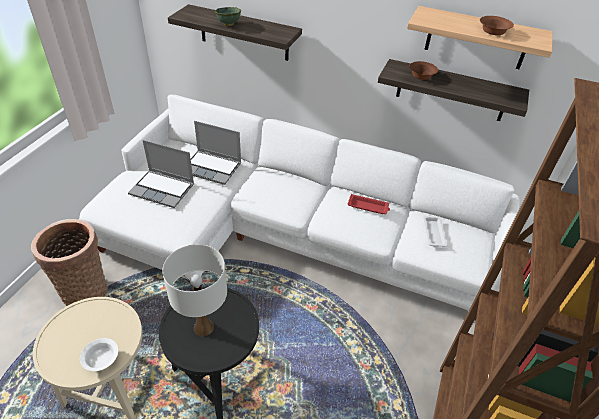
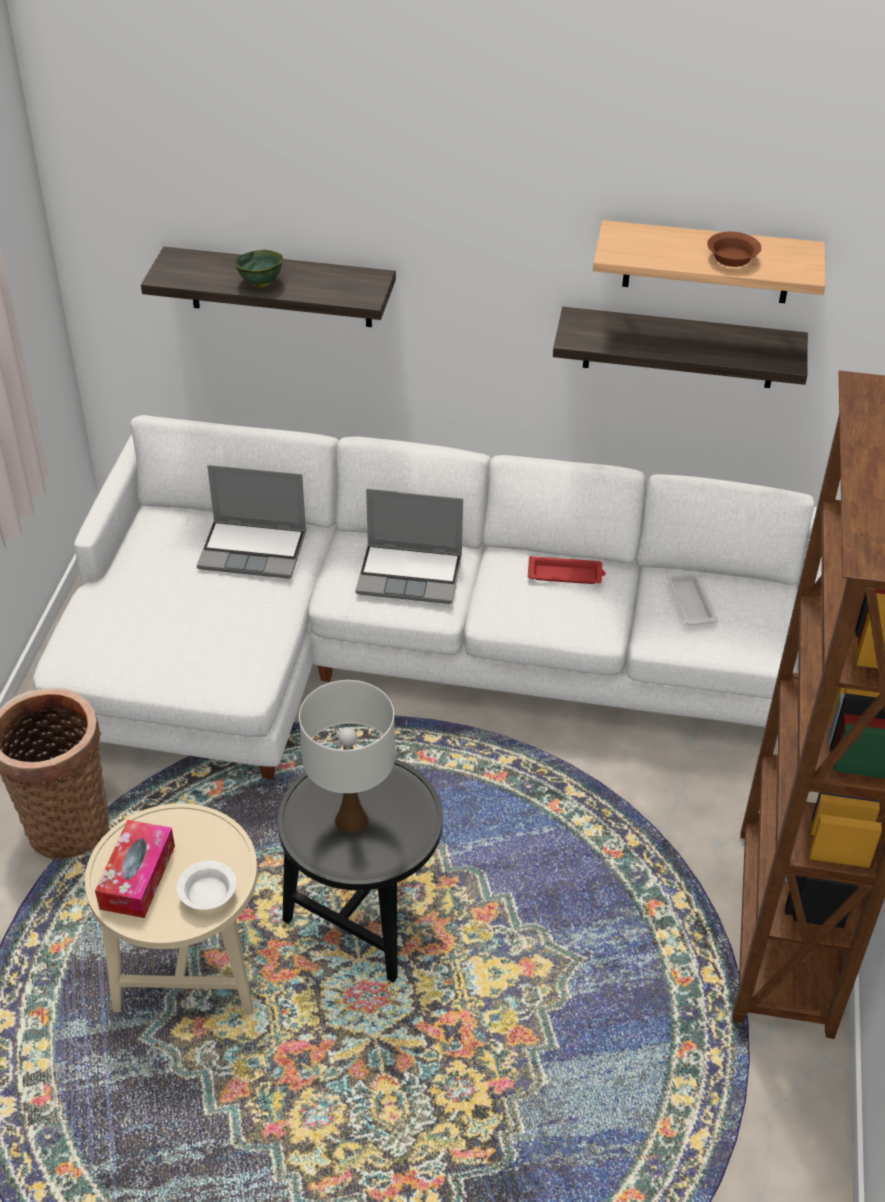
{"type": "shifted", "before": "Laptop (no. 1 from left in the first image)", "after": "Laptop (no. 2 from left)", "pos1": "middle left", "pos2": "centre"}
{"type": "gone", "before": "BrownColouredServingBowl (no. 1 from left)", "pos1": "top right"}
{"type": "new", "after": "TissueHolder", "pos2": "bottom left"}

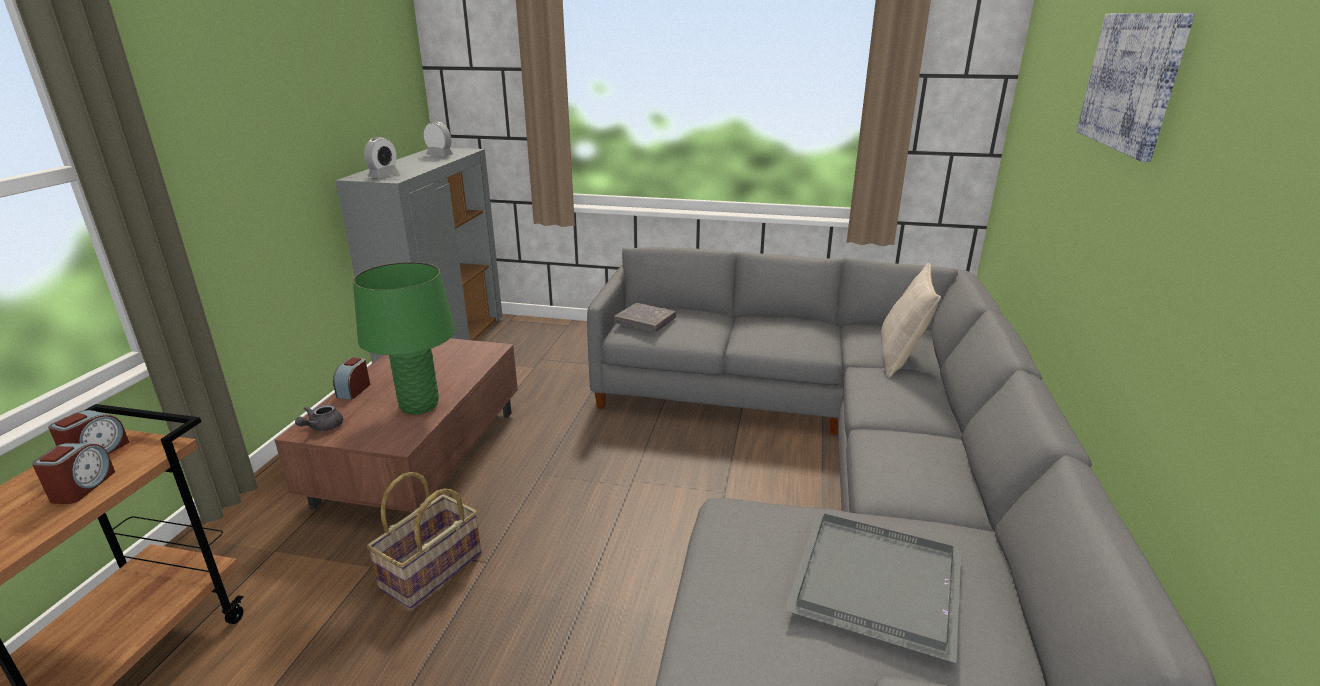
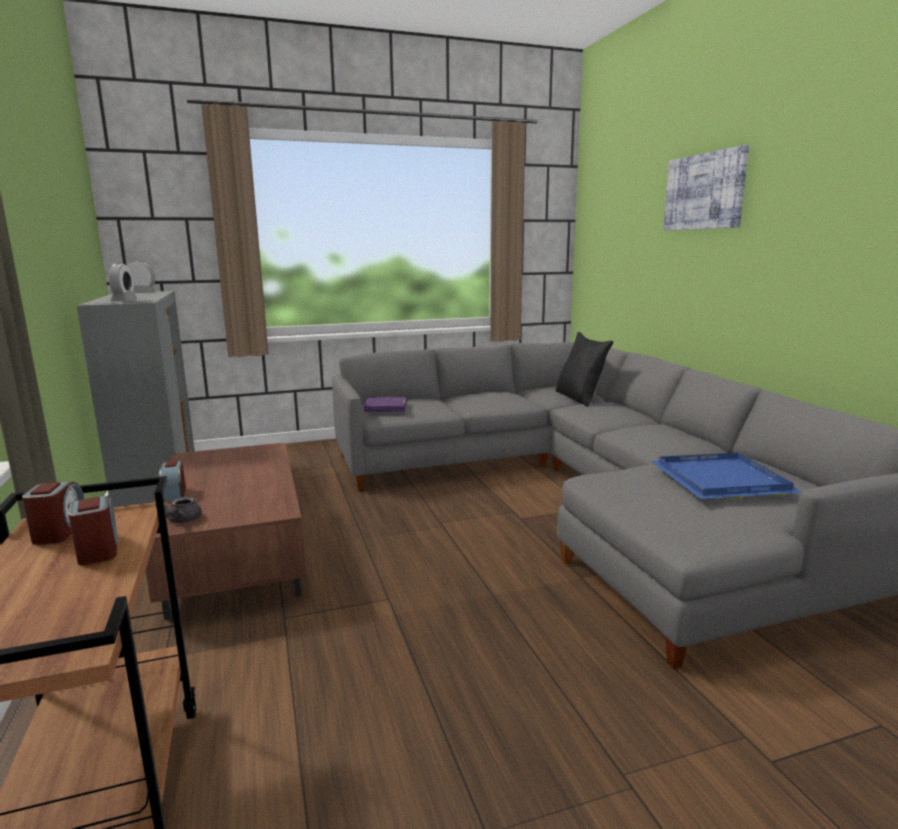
{"type": "gone", "before": "GreenishTabletopLamp", "pos1": "middle left"}
{"type": "gone", "before": "Basket", "pos1": "bottom left"}
{"type": "repainted", "before": "GreyishBook", "after": "PurpleColouredBook", "pos1": "centre", "pos2": "centre"}
{"type": "repainted", "before": "GreyishServingTray", "after": "BluishServingTray", "pos1": "bottom centre", "pos2": "middle right"}
{"type": "repainted", "before": "BeigeColouredThrowPillow", "after": "BlackishThrowPillow", "pos1": "middle right", "pos2": "centre"}

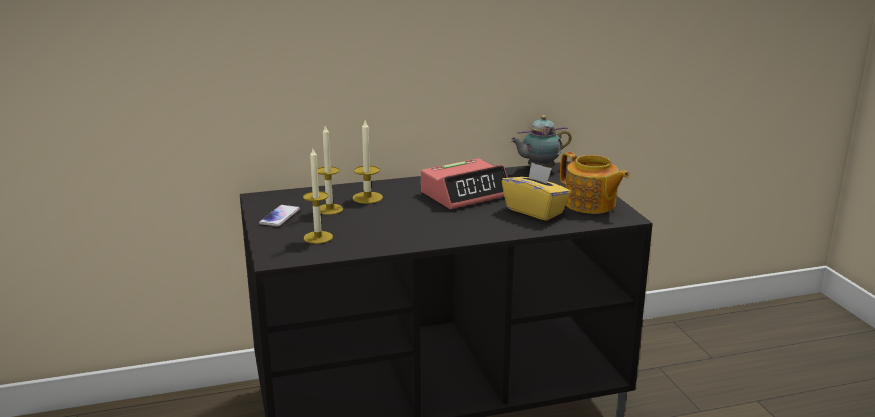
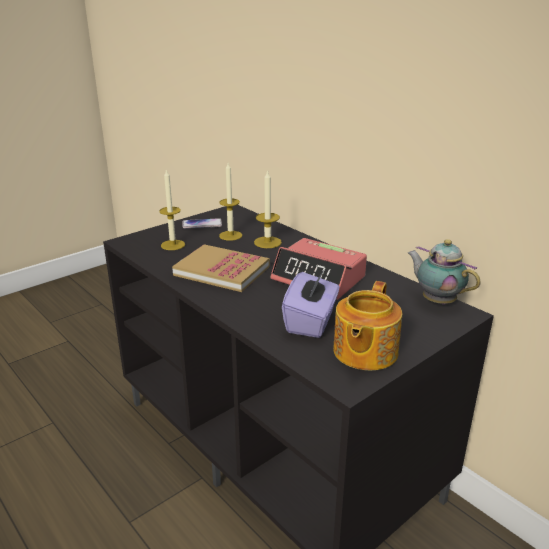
{"type": "repainted", "before": "YellowColouredTissueHolder", "after": "PurpleColouredTissueHolder", "pos1": "centre", "pos2": "centre"}
{"type": "new", "after": "Book", "pos2": "centre"}

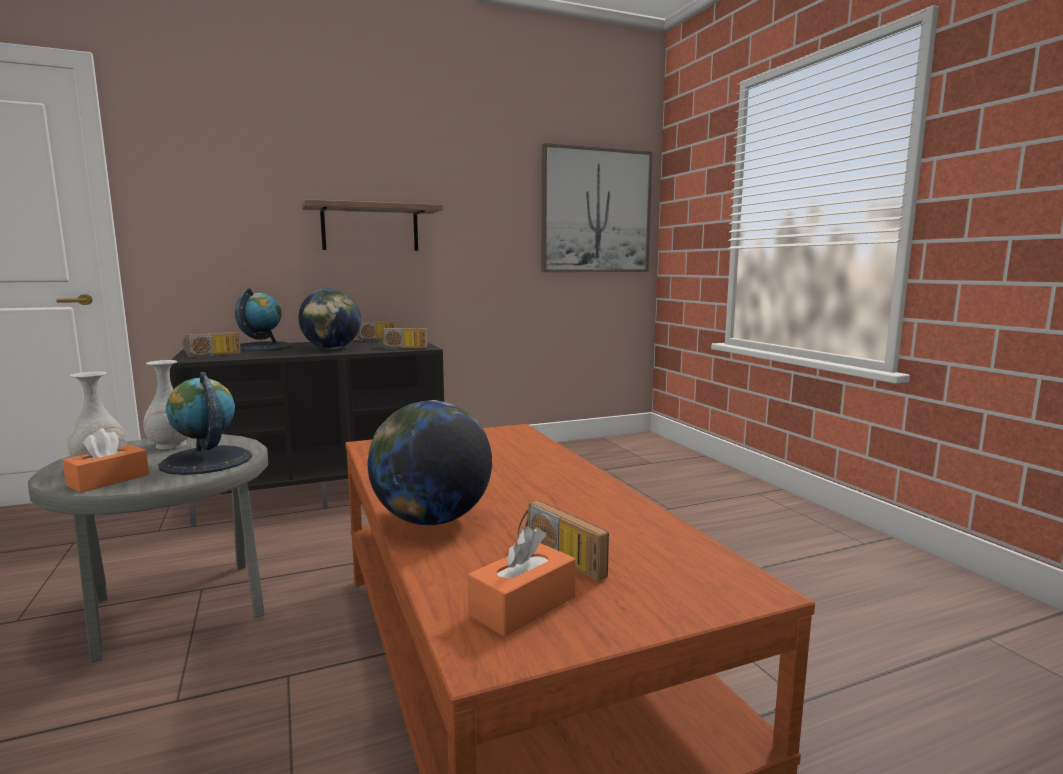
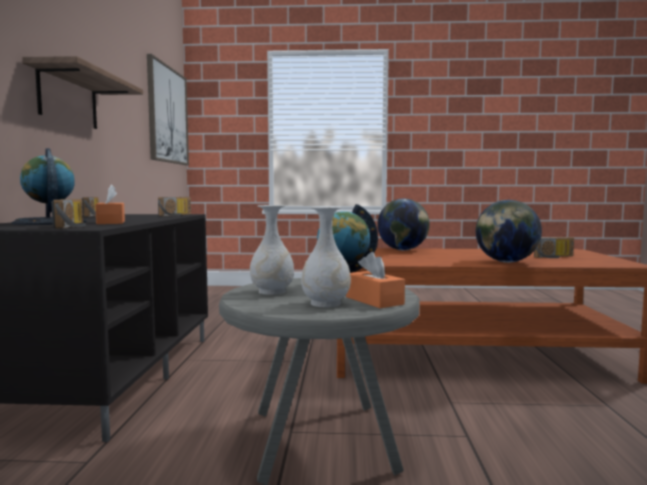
{"type": "shifted", "before": "Globe (no. 3 from left)", "pos1": "middle left", "pos2": "centre"}
{"type": "shifted", "before": "OrangeyTissueHolder (no. 2 from left in the first image)", "after": "OrangeyTissueHolder (no. 1 from left)", "pos1": "bottom centre", "pos2": "middle left"}

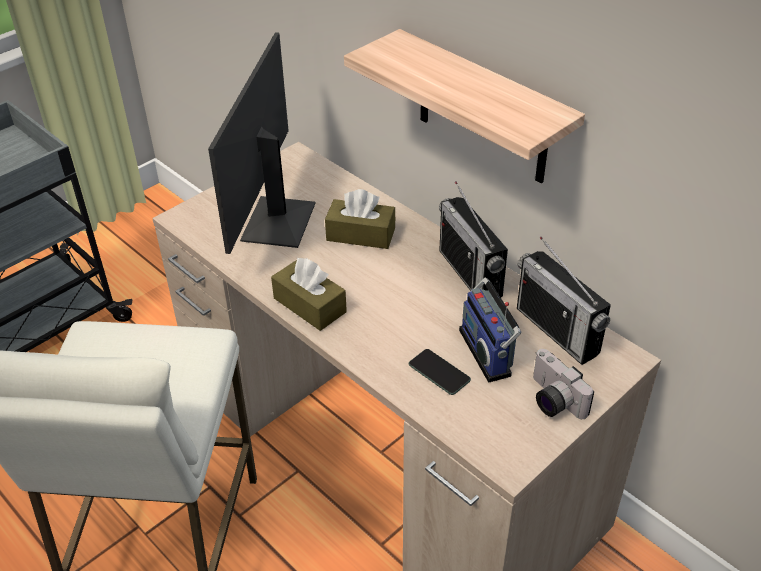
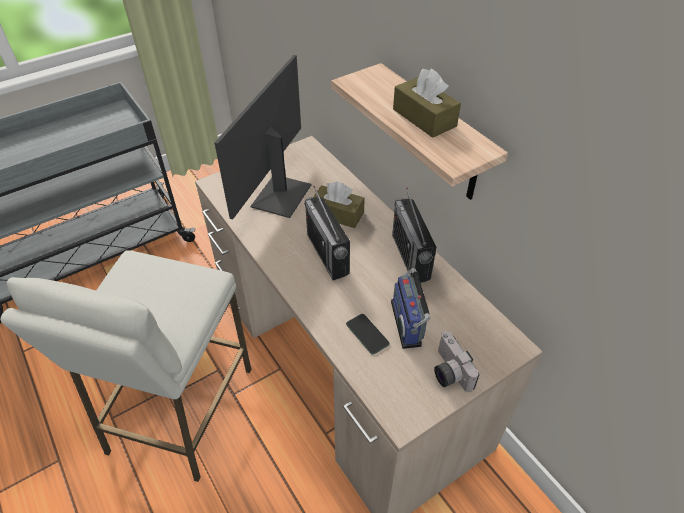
{"type": "shifted", "before": "BrownColouredTissueHolder (no. 1 from left in the first image)", "after": "BrownColouredTissueHolder (no. 2 from left)", "pos1": "centre", "pos2": "top centre"}
{"type": "shifted", "before": "RadioReceiver (no. 3 from left in the first image)", "after": "RadioReceiver (no. 1 from left)", "pos1": "middle right", "pos2": "centre"}

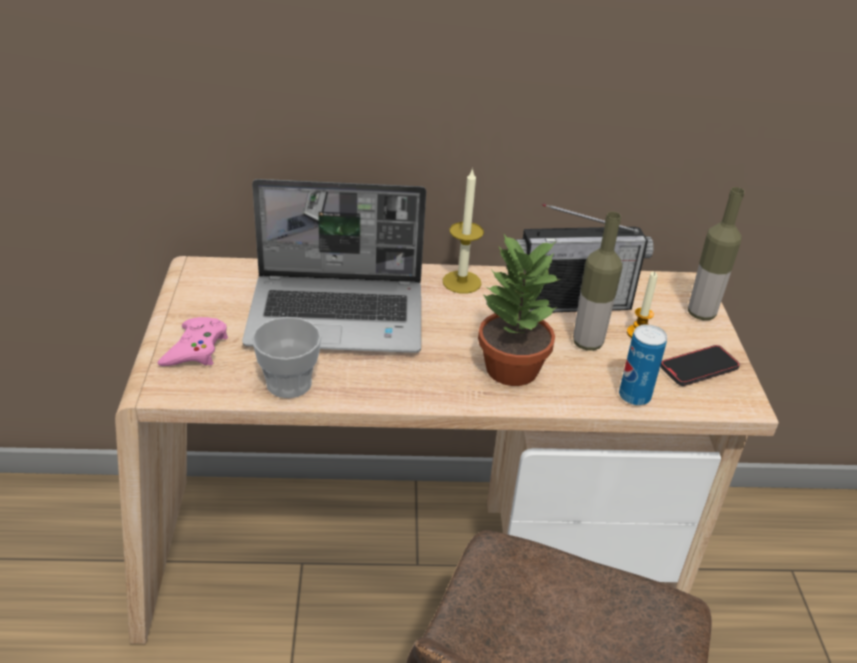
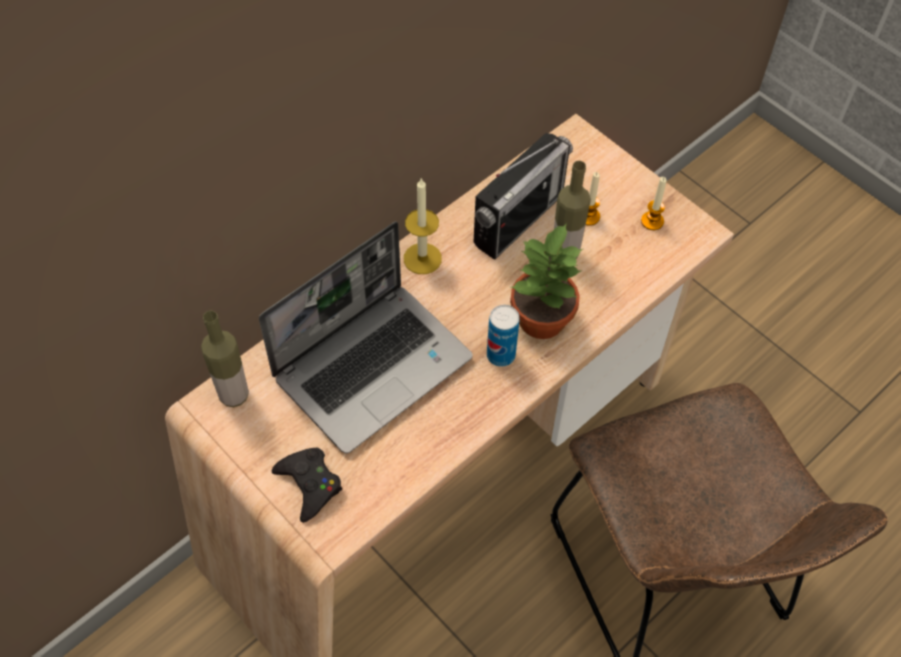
{"type": "repainted", "before": "PinkGameController", "after": "BlackishGameController", "pos1": "middle left", "pos2": "bottom centre"}
{"type": "gone", "before": "SmallCup", "pos1": "centre"}
{"type": "shifted", "before": "SealedCan", "pos1": "middle right", "pos2": "centre"}
{"type": "swapped", "before": "Phone", "after": "Candle (no. 3 from left)", "pos1": "middle right", "pos2": "top right"}
{"type": "shifted", "before": "Bottle (no. 2 from left in the first image)", "after": "Bottle (no. 1 from left)", "pos1": "middle right", "pos2": "middle left"}

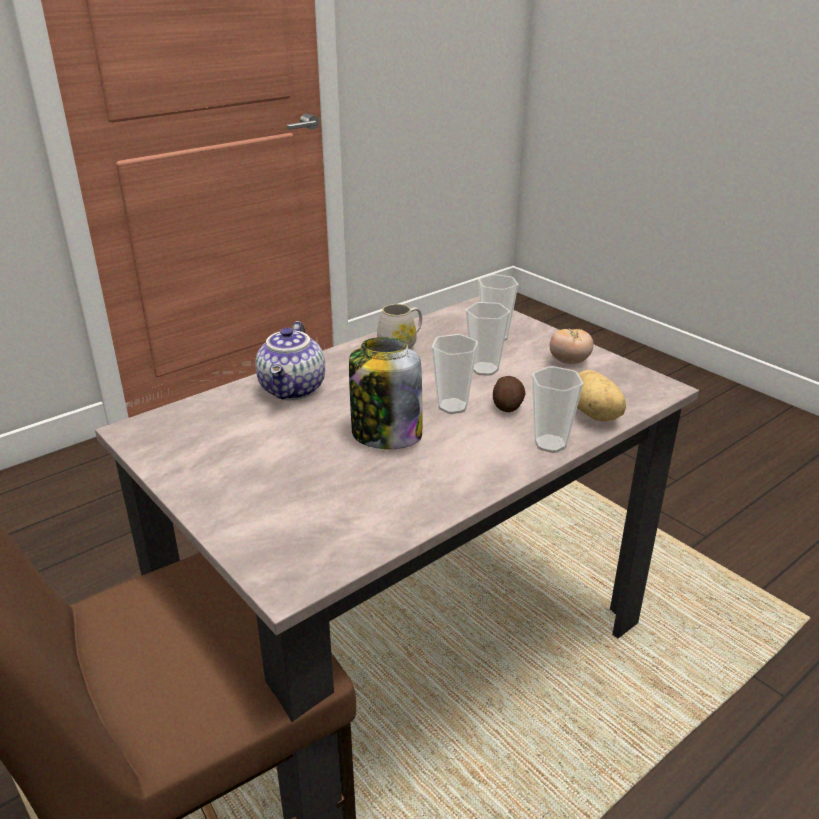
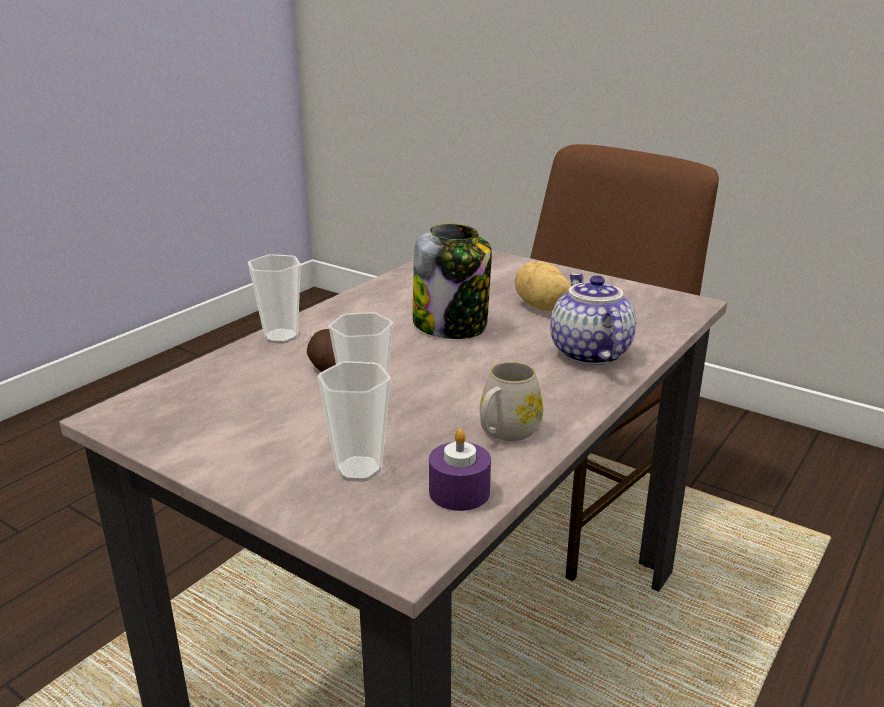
{"type": "gone", "before": "SmallCup (no. 1 from left)", "pos1": "centre"}
{"type": "gone", "before": "WholeTomato", "pos1": "middle right"}
{"type": "shifted", "before": "WholePotato (no. 2 from left)", "pos1": "middle right", "pos2": "centre"}
{"type": "new", "after": "PurpleColouredCandle", "pos2": "centre"}

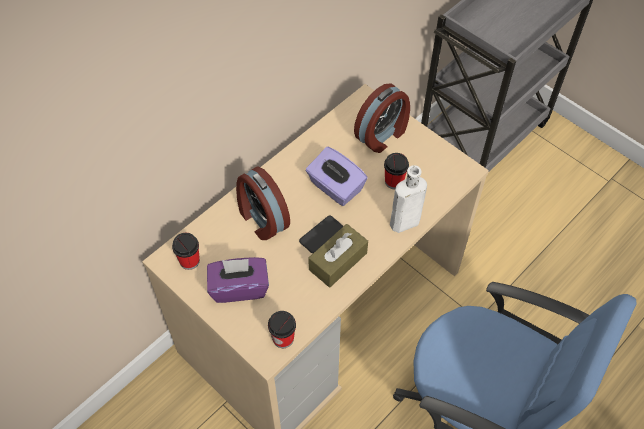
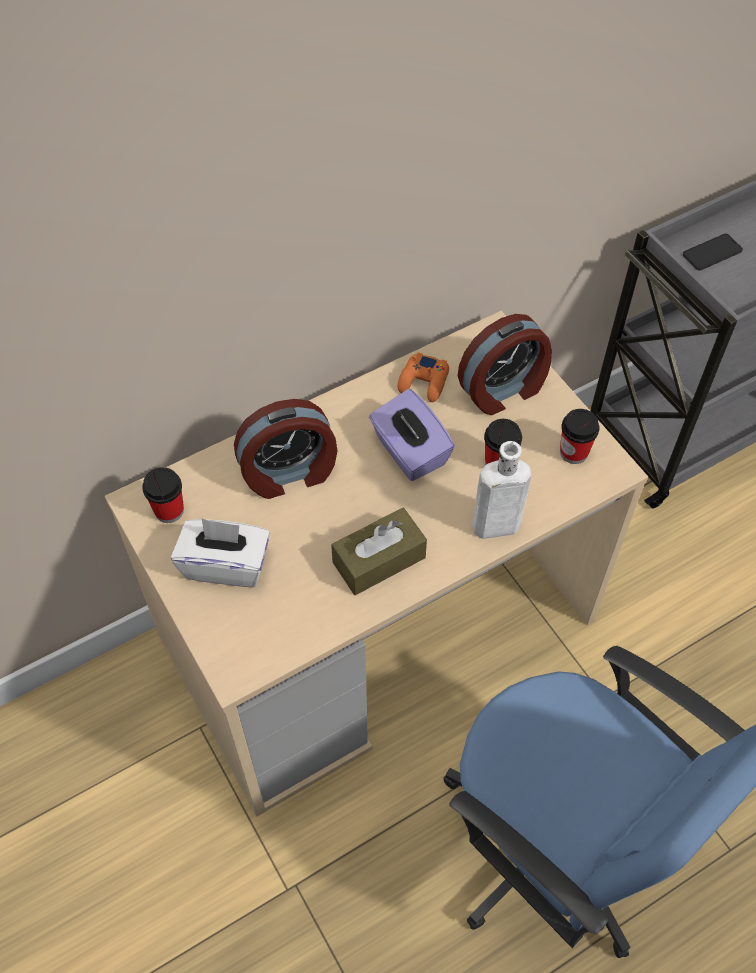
{"type": "repainted", "before": "PurpleColouredTissueHolder (no. 1 from left)", "after": "WhiteTissueHolder", "pos1": "centre", "pos2": "middle left"}
{"type": "rotated", "before": "AlarmClock (no. 1 from left)", "pos1": "centre", "pos2": "centre", "turn": -90}
{"type": "shifted", "before": "SmallCup (no. 2 from left in the first image)", "after": "SmallCup (no. 3 from left)", "pos1": "bottom centre", "pos2": "middle right"}
{"type": "shifted", "before": "Phone", "pos1": "centre", "pos2": "top right"}
{"type": "new", "after": "OrangeyGameController", "pos2": "centre"}

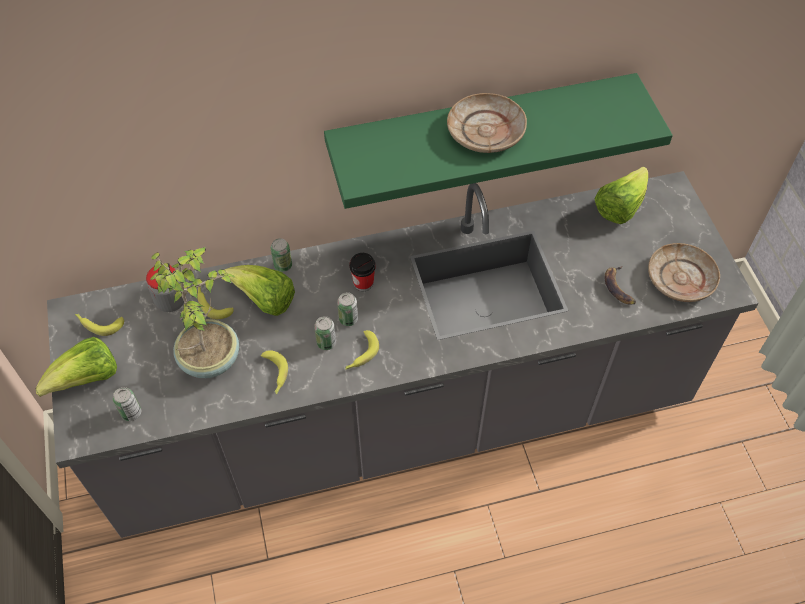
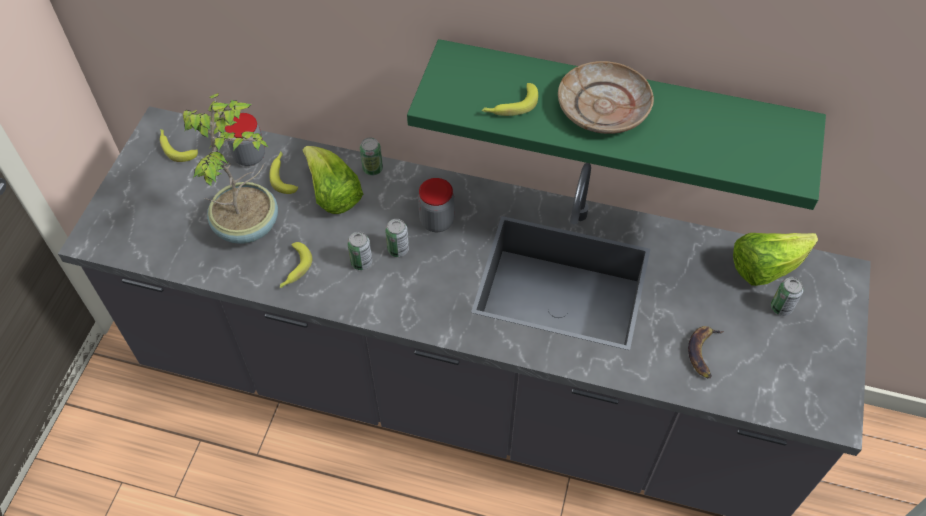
{"type": "gone", "before": "HeadOfLettuce (no. 1 from left)", "pos1": "middle left"}
{"type": "shifted", "before": "SealedCan (no. 1 from left in the first image)", "after": "SealedCan (no. 4 from left)", "pos1": "bottom left", "pos2": "middle right"}
{"type": "shifted", "before": "BananaFruit (no. 4 from left)", "pos1": "centre", "pos2": "top centre"}
{"type": "swapped", "before": "SmallCup", "after": "PreserveJar (no. 2 from left)", "pos1": "centre", "pos2": "centre"}
{"type": "gone", "before": "BeigeColouredDinnerPlate (no. 2 from left)", "pos1": "middle right"}

